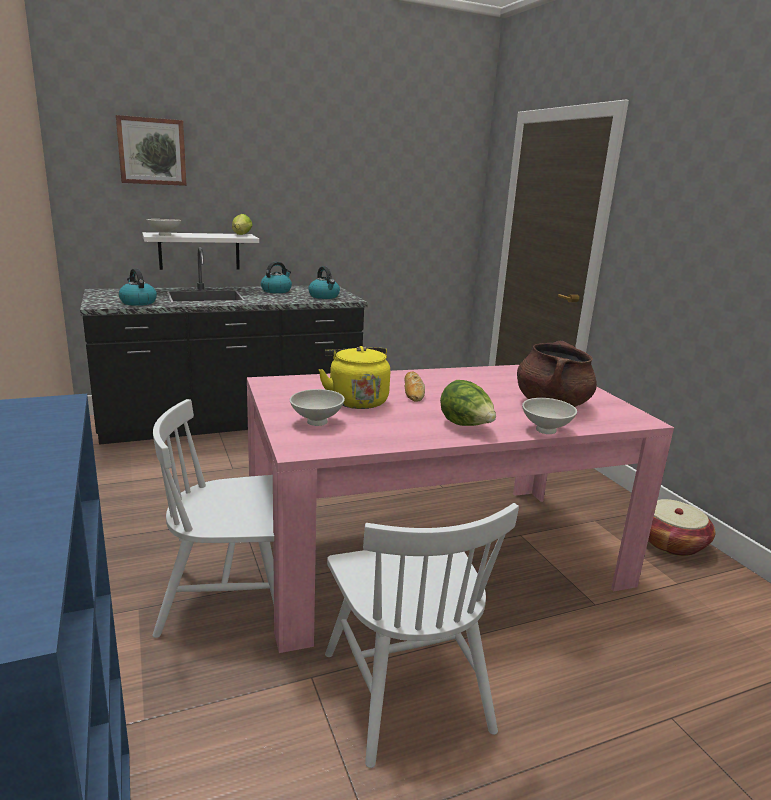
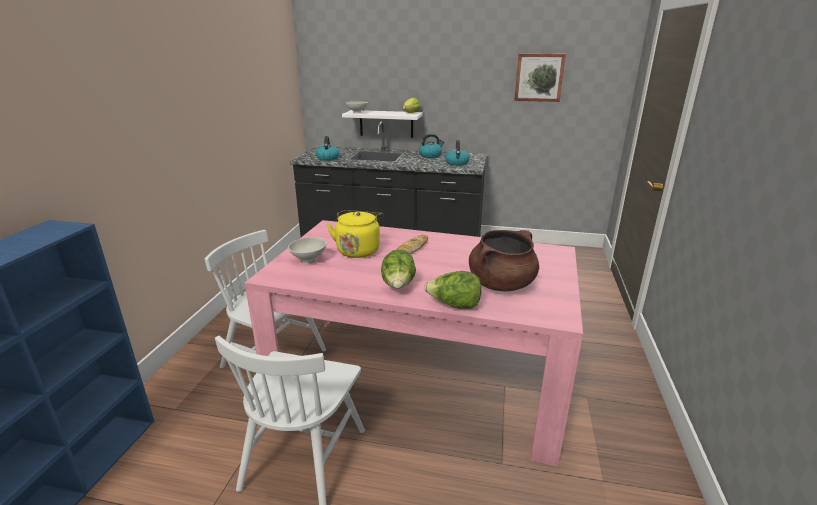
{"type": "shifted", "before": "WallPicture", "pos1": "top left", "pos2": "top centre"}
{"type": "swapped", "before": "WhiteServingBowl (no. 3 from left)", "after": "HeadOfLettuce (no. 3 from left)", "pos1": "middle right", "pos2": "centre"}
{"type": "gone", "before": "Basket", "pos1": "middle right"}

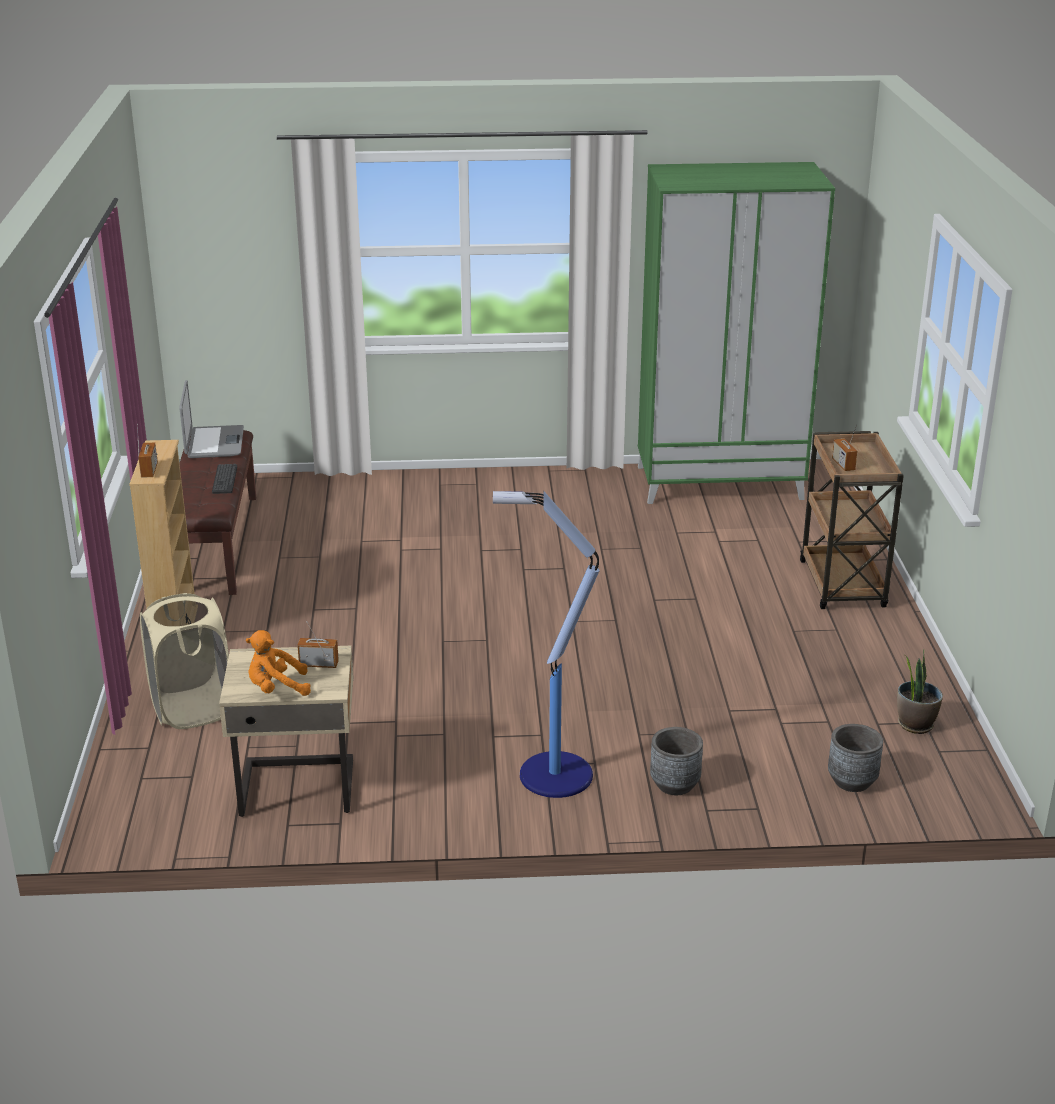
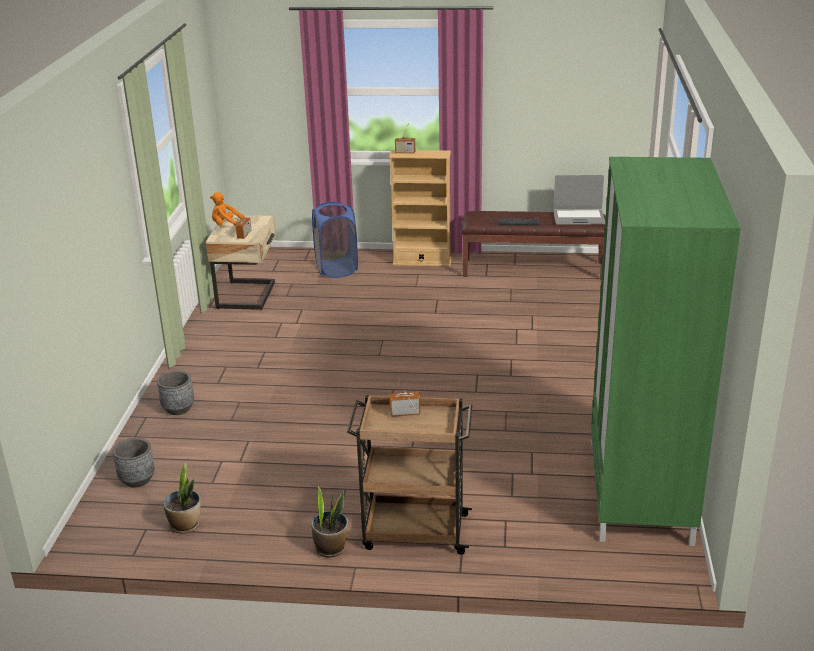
{"type": "repainted", "before": "BeigeColouredWashingBasket", "after": "BluishWashingBasket", "pos1": "middle left", "pos2": "centre"}
{"type": "rotated", "before": "OrangeySoftToy", "pos1": "middle left", "pos2": "top left", "turn": -90}
{"type": "gone", "before": "FloorLamp", "pos1": "centre"}
{"type": "new", "after": "PottedPlant (no. 2 from left)", "pos2": "bottom centre"}

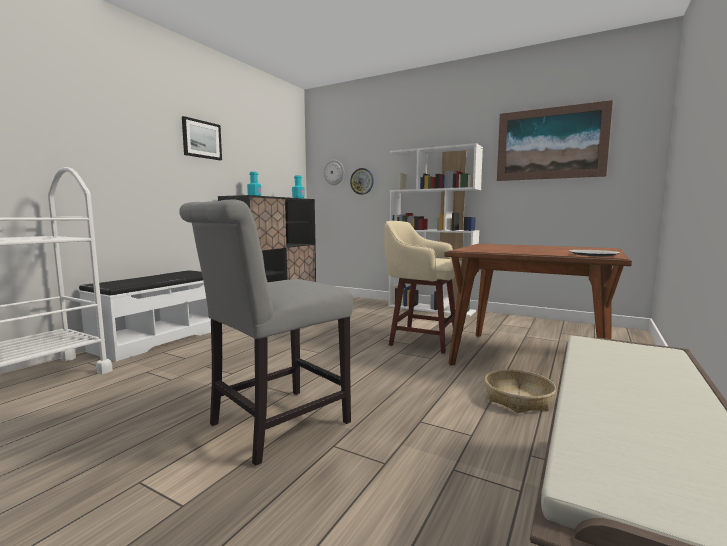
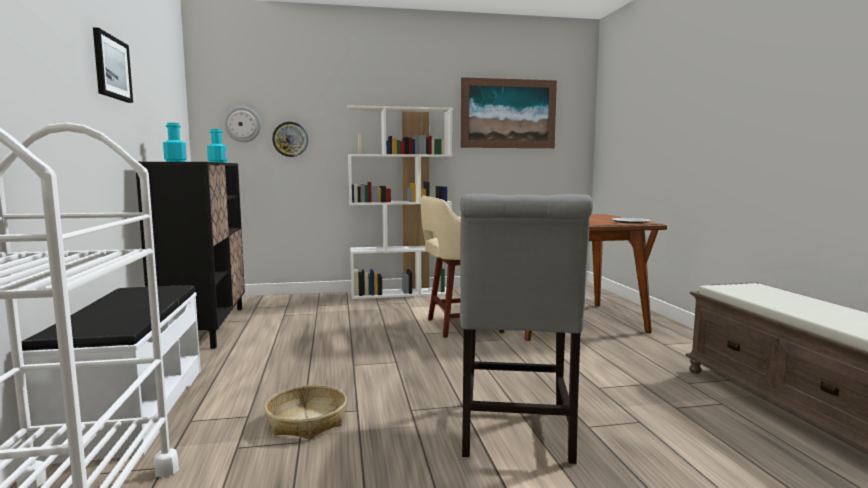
{"type": "shifted", "before": "Basket", "pos1": "bottom right", "pos2": "bottom centre"}

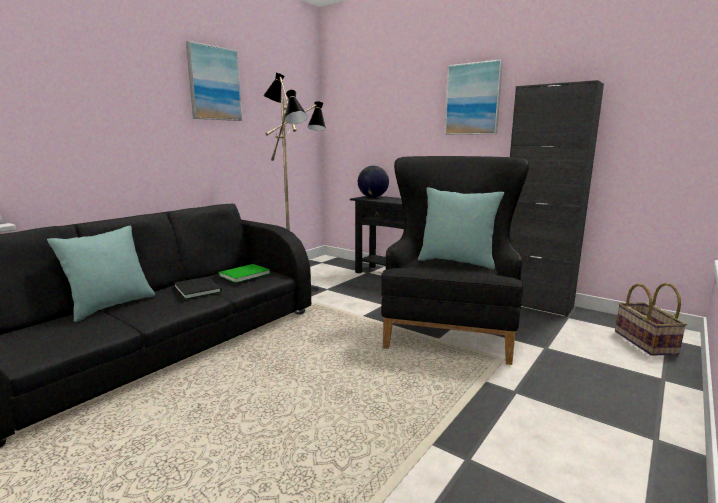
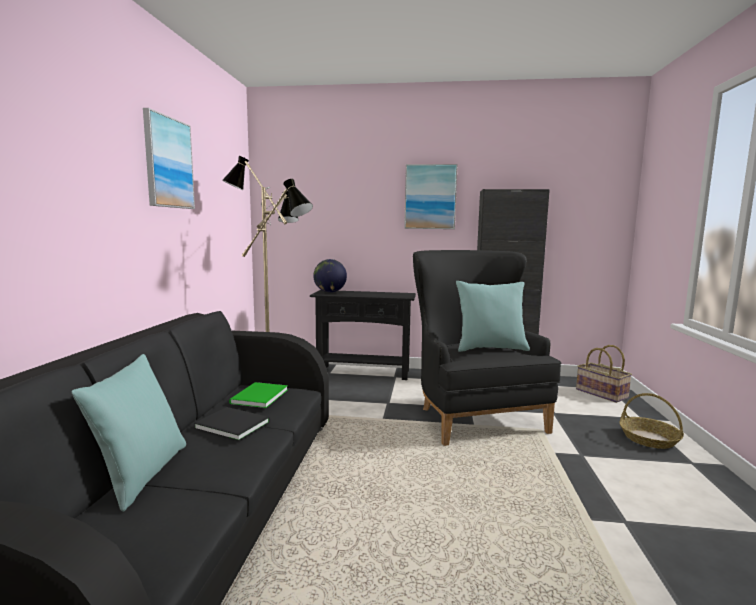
{"type": "new", "after": "Basket (no. 2 from left)", "pos2": "bottom right"}

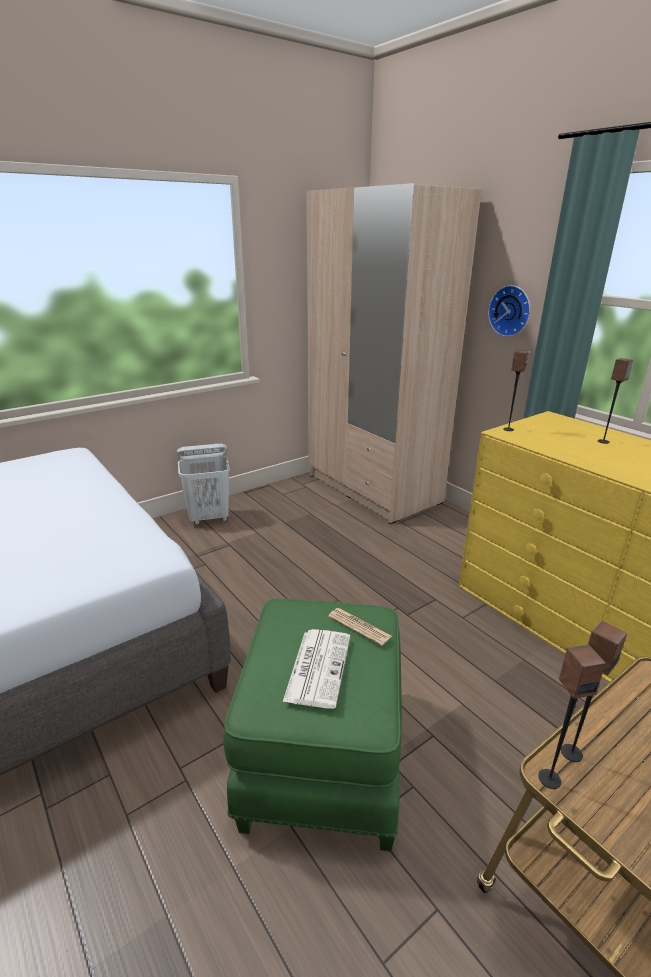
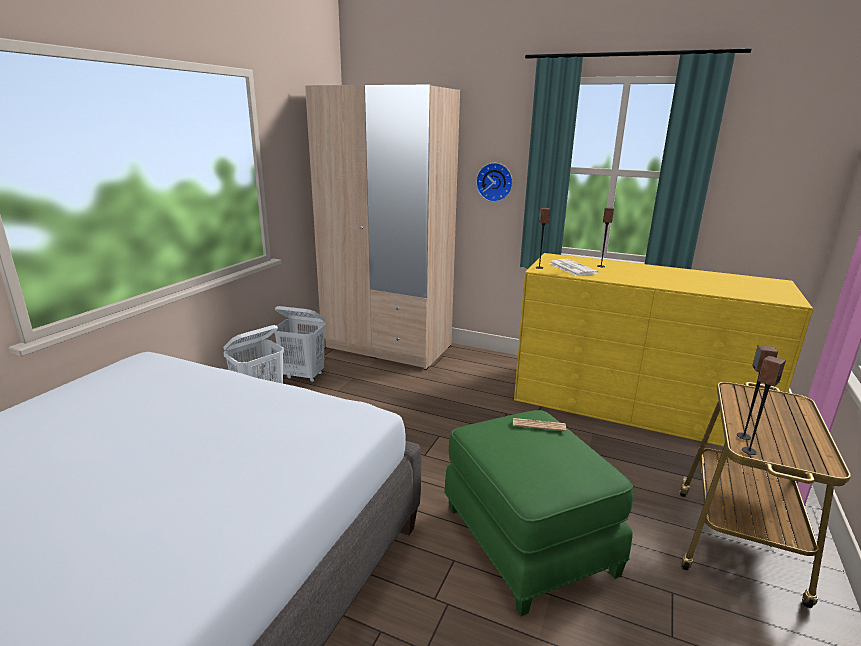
{"type": "shifted", "before": "PrintedPaper (no. 1 from left in the first image)", "after": "PrintedPaper (no. 2 from left)", "pos1": "bottom centre", "pos2": "centre"}
{"type": "new", "after": "WhiteWashingBasket (no. 2 from left)", "pos2": "centre"}

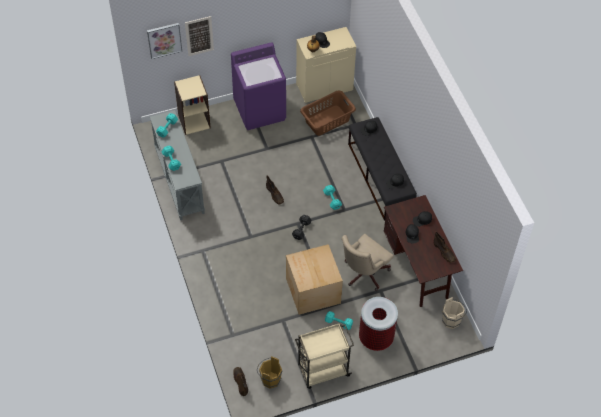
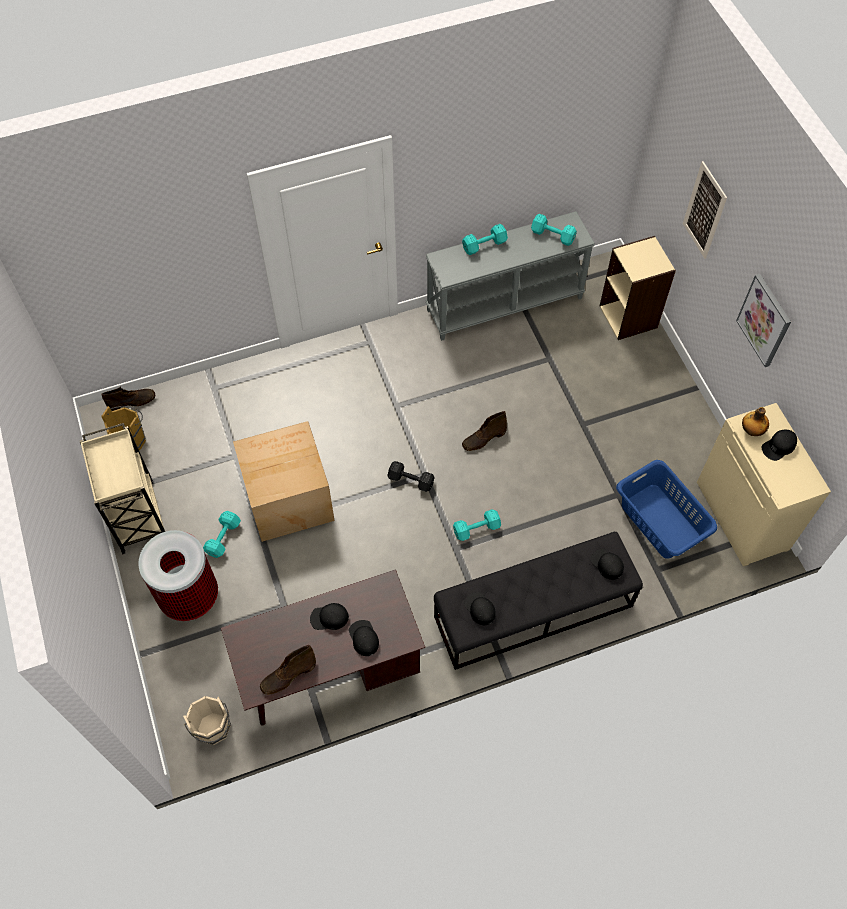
{"type": "shifted", "before": "WallPicture (no. 1 from left in the first image)", "after": "WallPicture (no. 2 from left)", "pos1": "top left", "pos2": "middle right"}
{"type": "gone", "before": "PurpleColouredLaundryMachine", "pos1": "top centre"}
{"type": "repainted", "before": "BrownColouredWashingBasket", "after": "BluishWashingBasket", "pos1": "top centre", "pos2": "middle right"}
{"type": "gone", "before": "BeigeColouredOfficeChair", "pos1": "centre"}

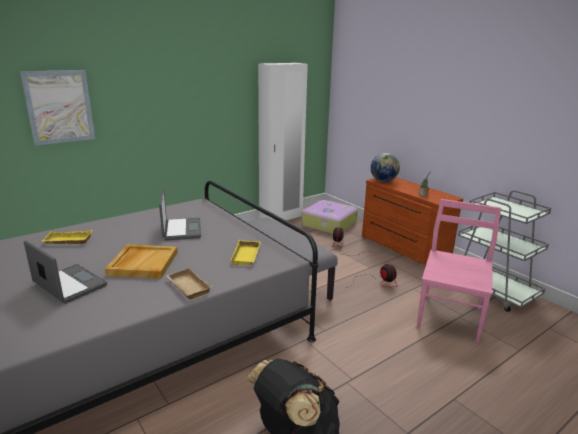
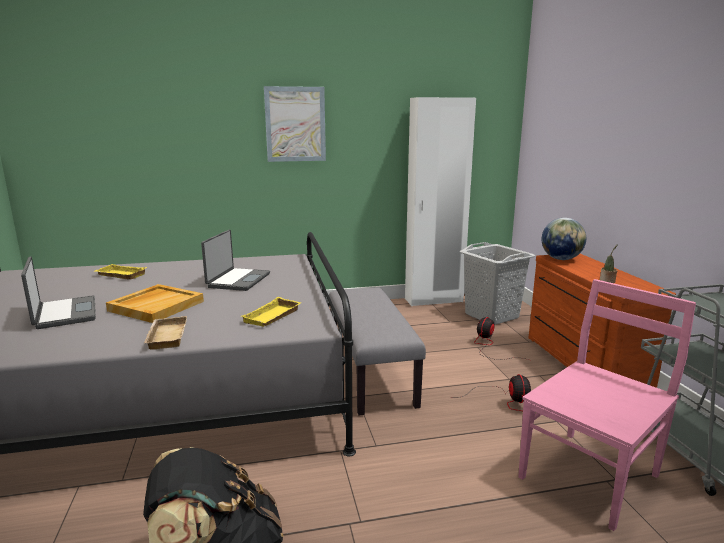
{"type": "shifted", "before": "WallPicture", "pos1": "top left", "pos2": "top centre"}
{"type": "swapped", "before": "PieceOfLuggage", "after": "GreyishWashingBasket", "pos1": "centre", "pos2": "middle right"}

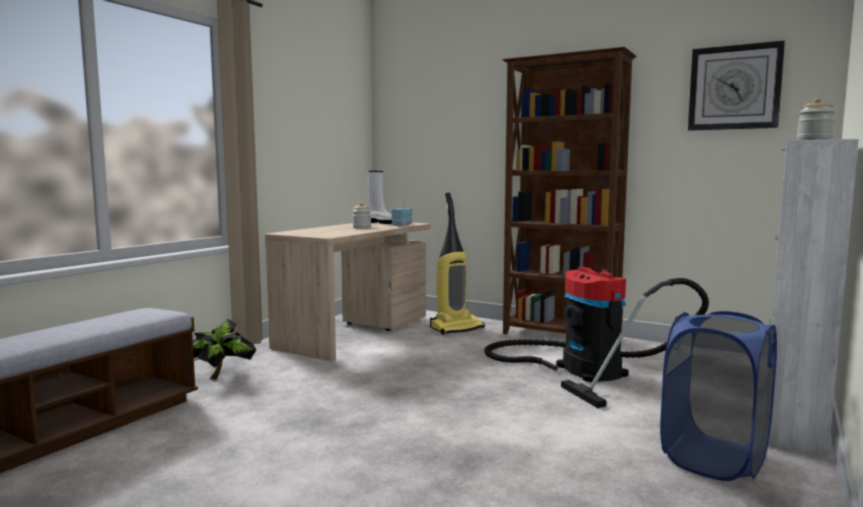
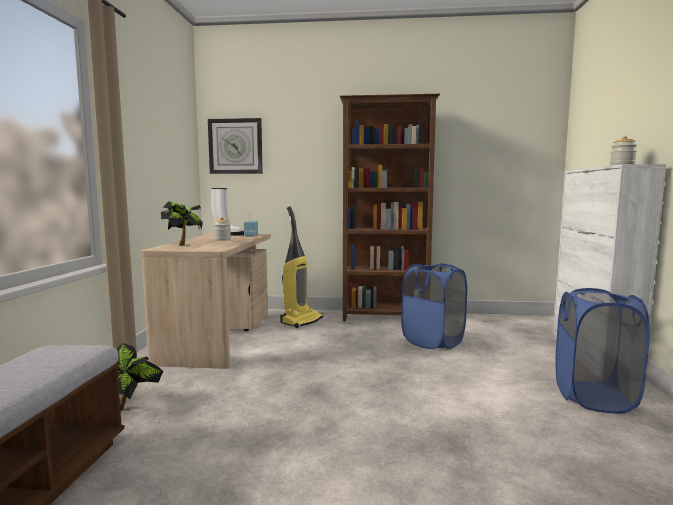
{"type": "swapped", "before": "VacuumCleaner (no. 2 from left)", "after": "BluishWashingBasket (no. 1 from left)", "pos1": "middle right", "pos2": "centre"}
{"type": "shifted", "before": "WallClock", "pos1": "top right", "pos2": "top centre"}
{"type": "new", "after": "PottedPlant (no. 2 from left)", "pos2": "middle left"}

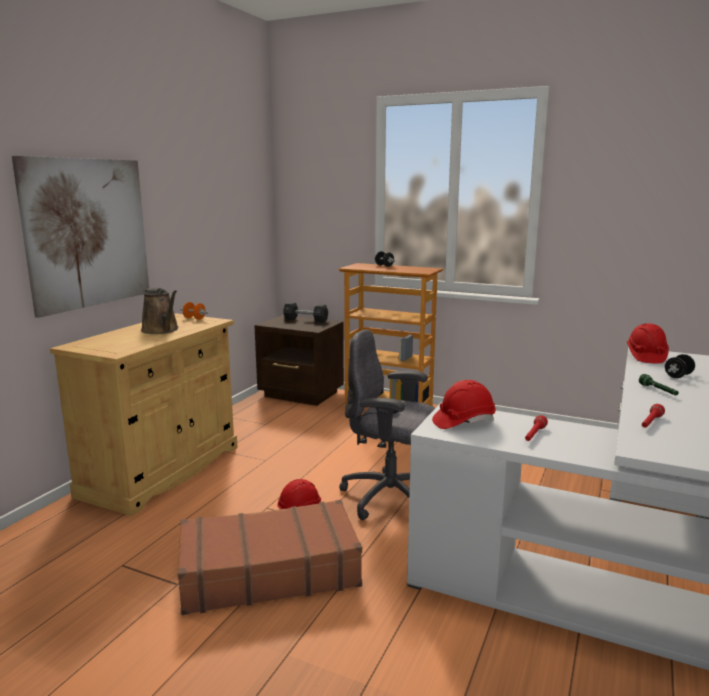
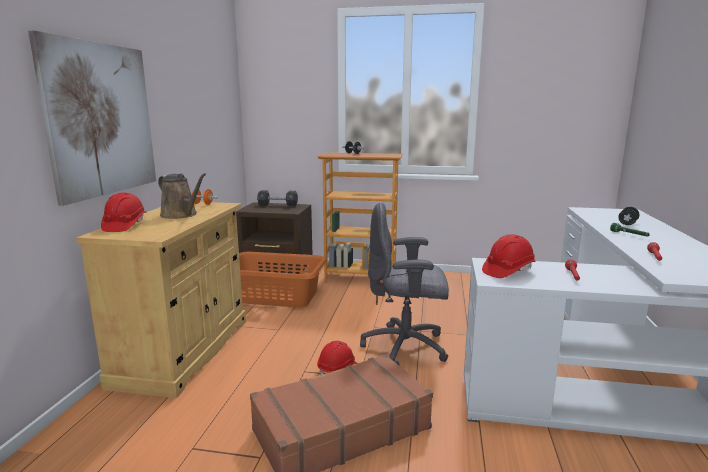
{"type": "shifted", "before": "RedWorkHelmet (no. 3 from left in the first image)", "after": "RedWorkHelmet (no. 1 from left)", "pos1": "middle right", "pos2": "middle left"}
{"type": "new", "after": "OrangeyWashingBasket", "pos2": "centre"}

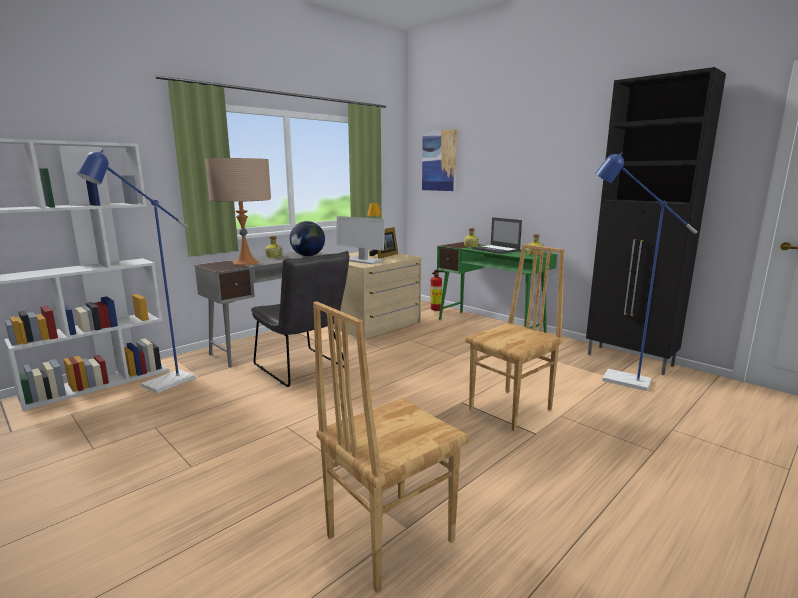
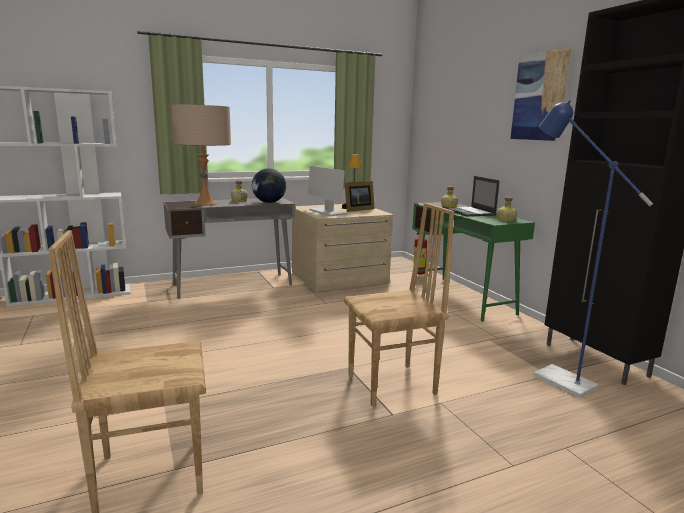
{"type": "gone", "before": "BluishFloorLamp (no. 1 from left)", "pos1": "middle left"}
{"type": "gone", "before": "GreyishUprightChair", "pos1": "centre"}
{"type": "shifted", "before": "WallPicture", "pos1": "top centre", "pos2": "top right"}

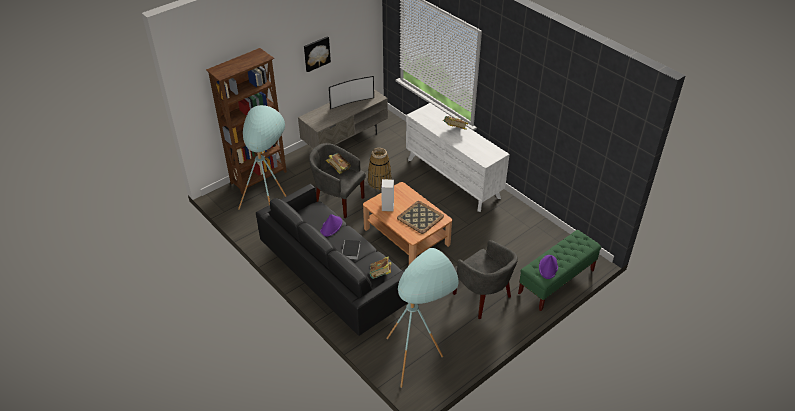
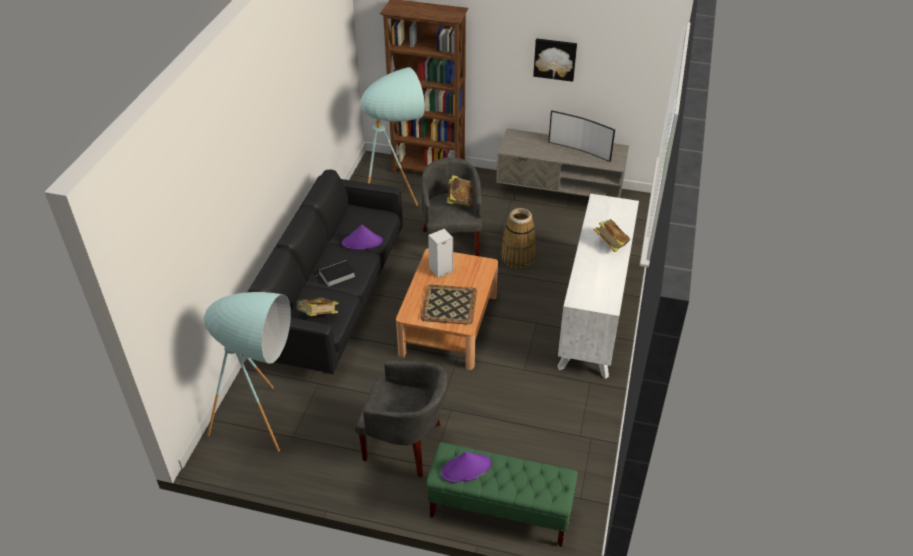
{"type": "rotated", "before": "GreyishEasyChair (no. 2 from left in the first image)", "pos1": "bottom centre", "pos2": "bottom centre", "turn": -90}

